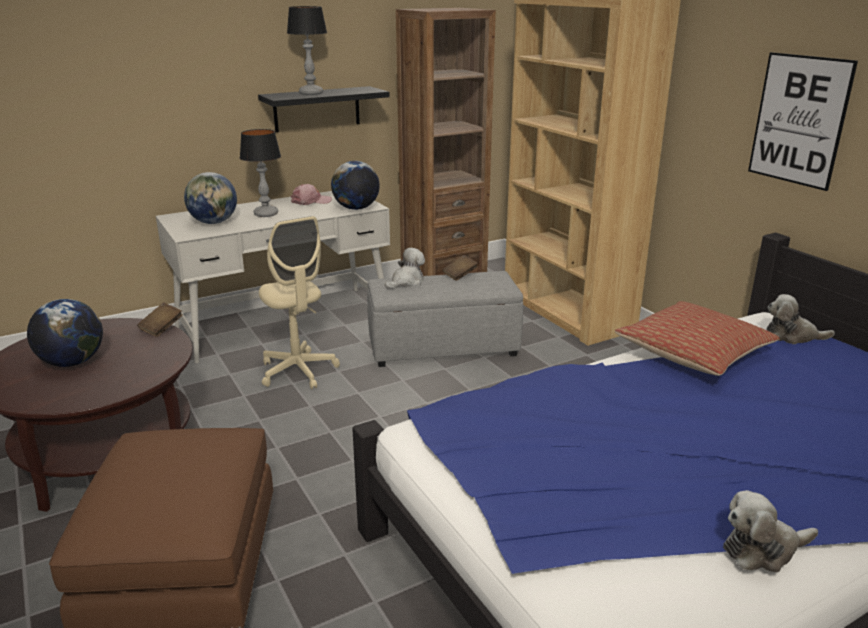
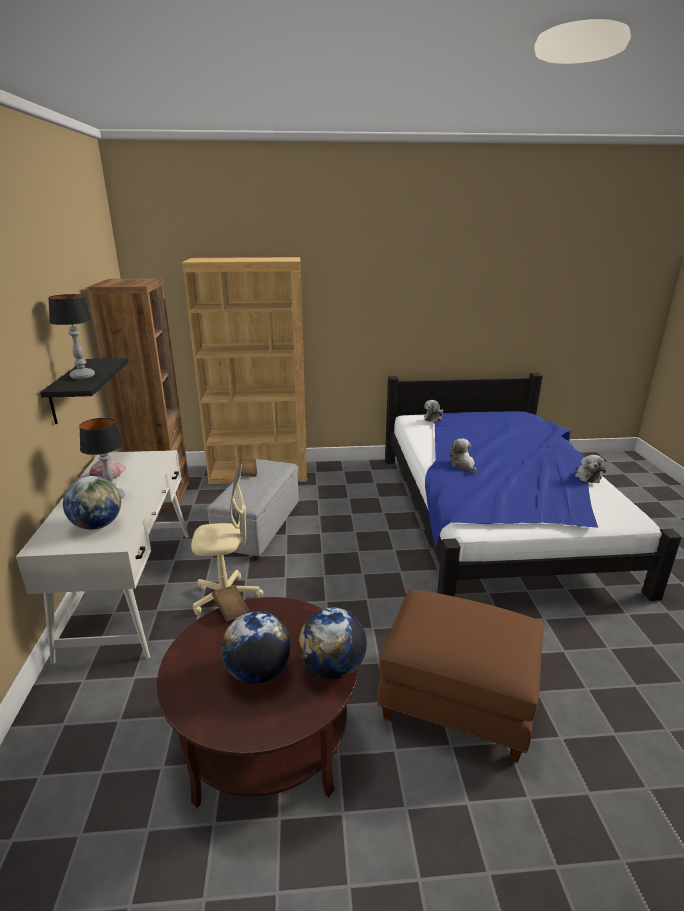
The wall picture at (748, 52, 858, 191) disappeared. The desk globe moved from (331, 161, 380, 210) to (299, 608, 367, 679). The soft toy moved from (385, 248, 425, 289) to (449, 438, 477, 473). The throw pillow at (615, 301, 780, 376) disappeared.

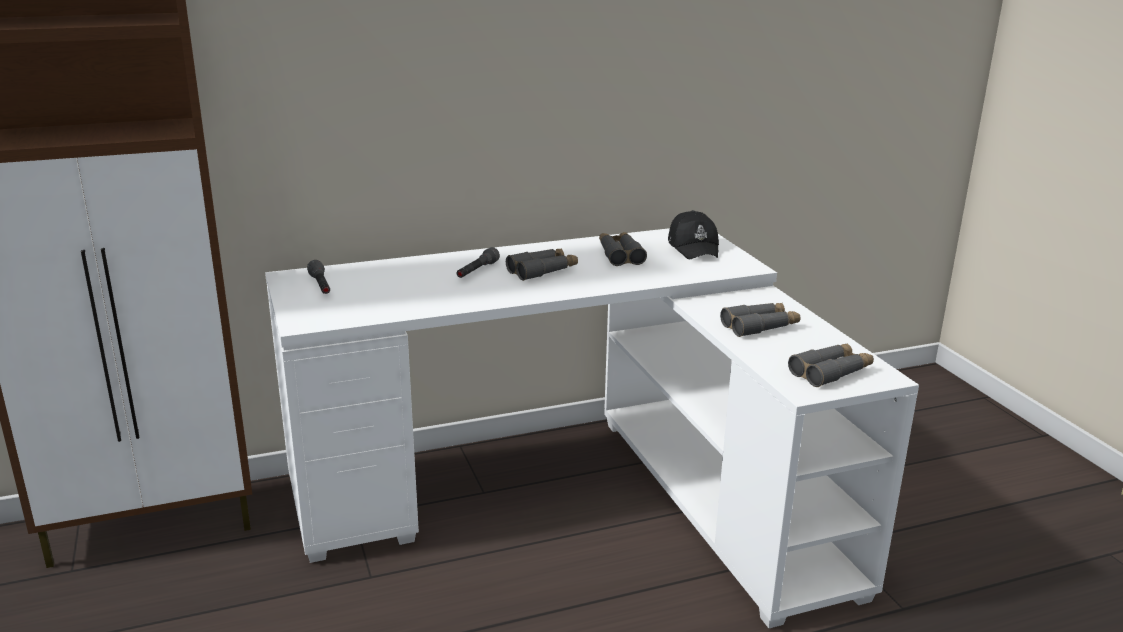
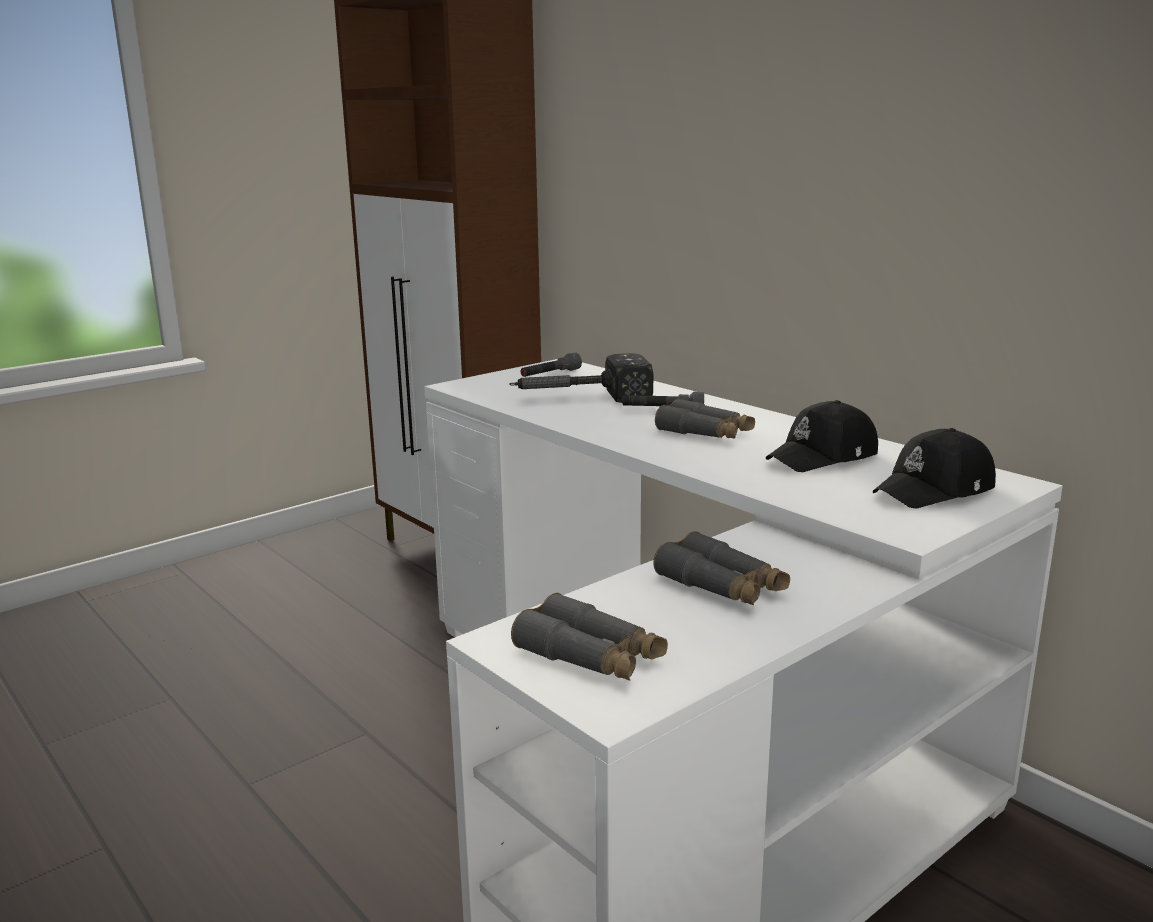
The gray field glasses at (599, 232, 647, 266) was replaced by the black-coloured peaked cap at (766, 400, 878, 472). The hand hammer at (509, 353, 653, 403) appeared.

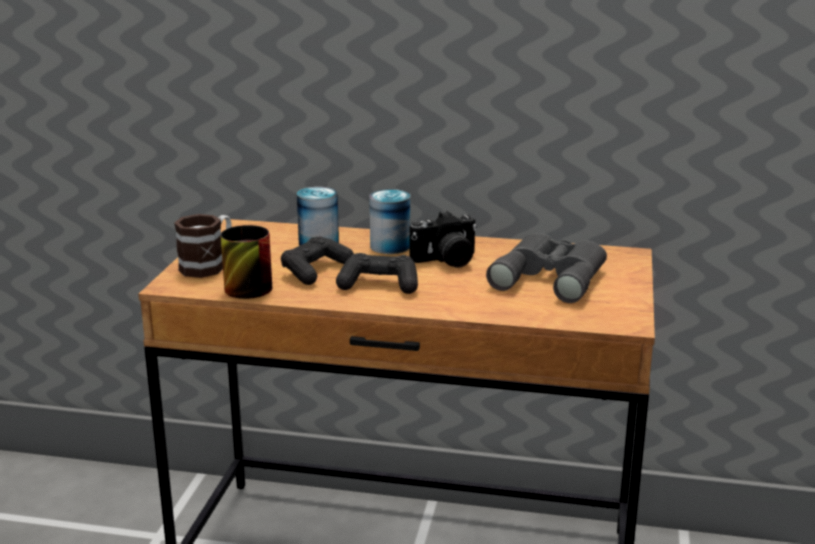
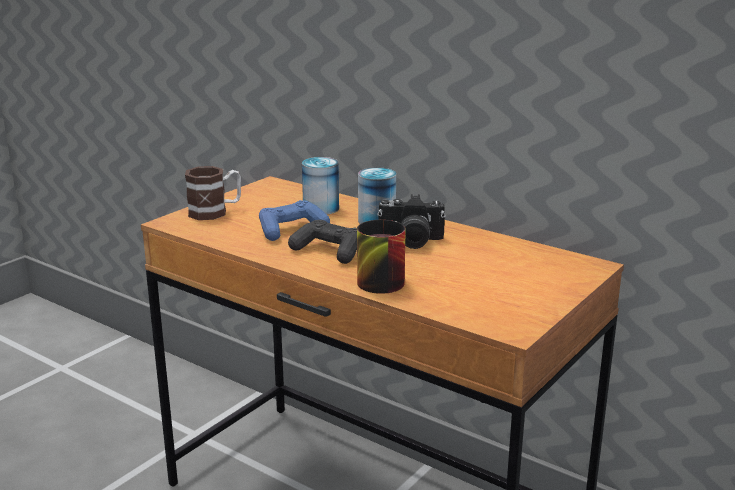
The tea mug moved from (220, 225, 272, 299) to (357, 220, 406, 294). The gray field glasses at (486, 233, 607, 303) disappeared. The black-coloured gamepad at (281, 236, 354, 285) became the bluish gamepad at (259, 200, 330, 241).

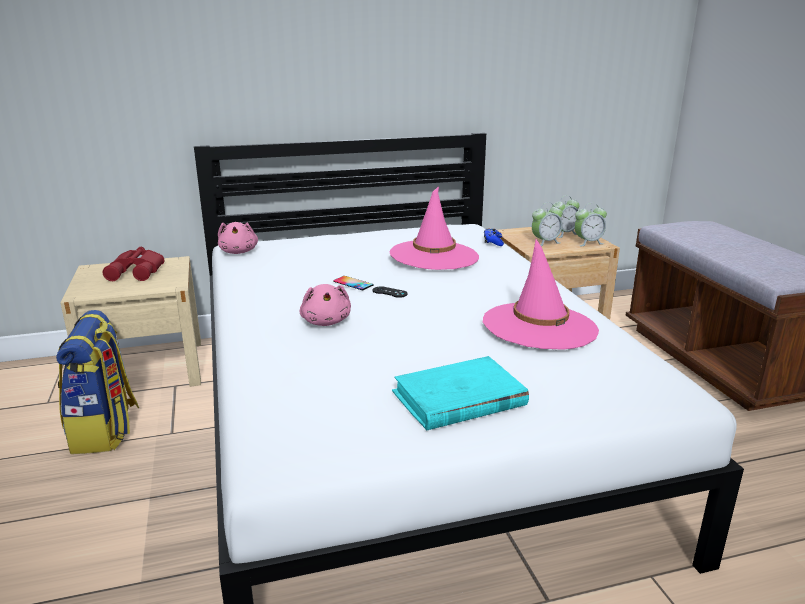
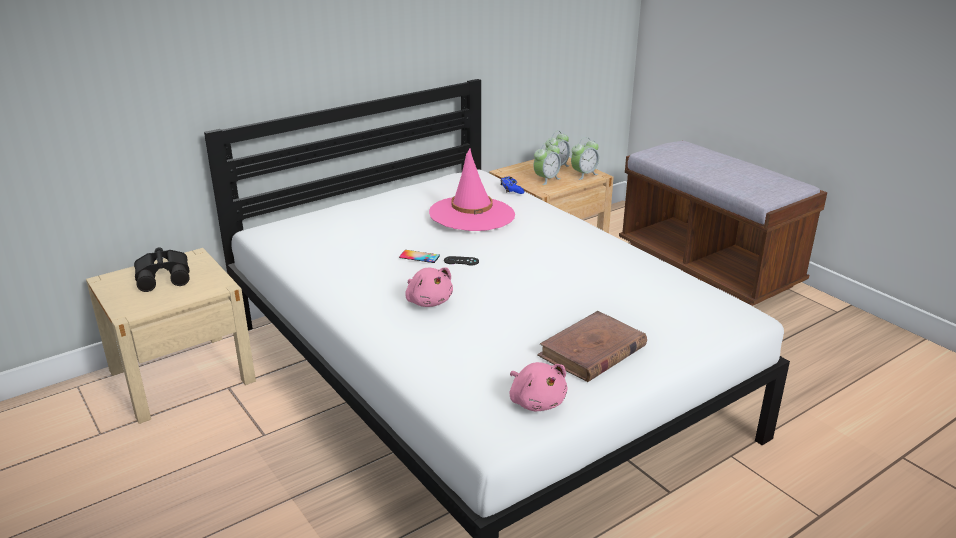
The pinkish soft toy moved from (218, 222, 258, 254) to (510, 362, 567, 411). The pinkish clothing hat at (483, 239, 599, 350) disappeared. The red field glasses at (103, 247, 164, 281) became the black-coloured field glasses at (134, 247, 190, 292). The knapsack at (56, 310, 139, 454) disappeared. The turquoise volume at (392, 356, 529, 430) became the brownish volume at (537, 311, 647, 382).

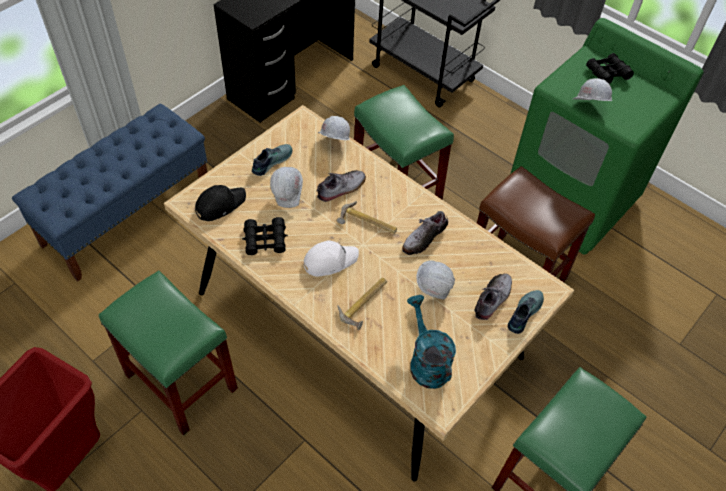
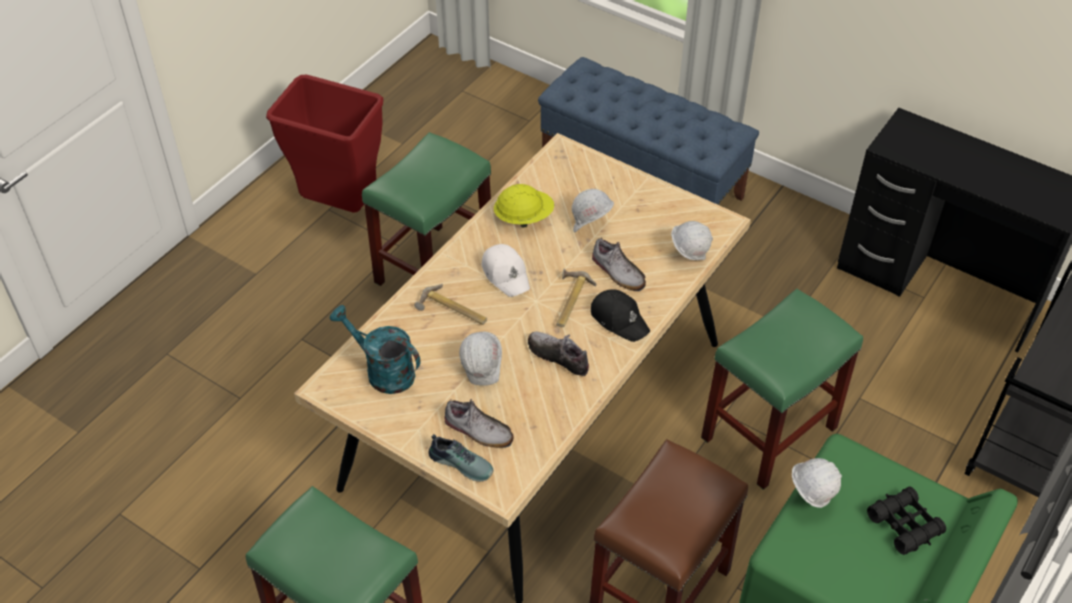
The low shoe at (252, 144, 293, 176) disappeared. The black-coloured peaked cap moved from (195, 185, 246, 221) to (591, 289, 650, 342). The black-coloured field glasses at (242, 217, 288, 255) was replaced by the yellowish safety helmet at (494, 184, 554, 228). The turquoise watering can at (407, 295, 456, 389) turned 120 degrees counterclockwise.

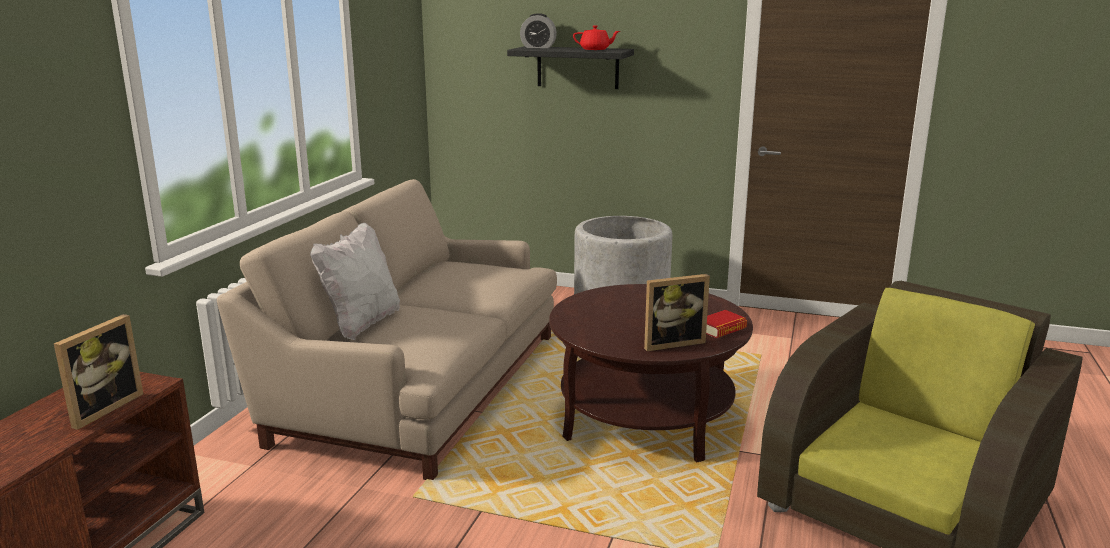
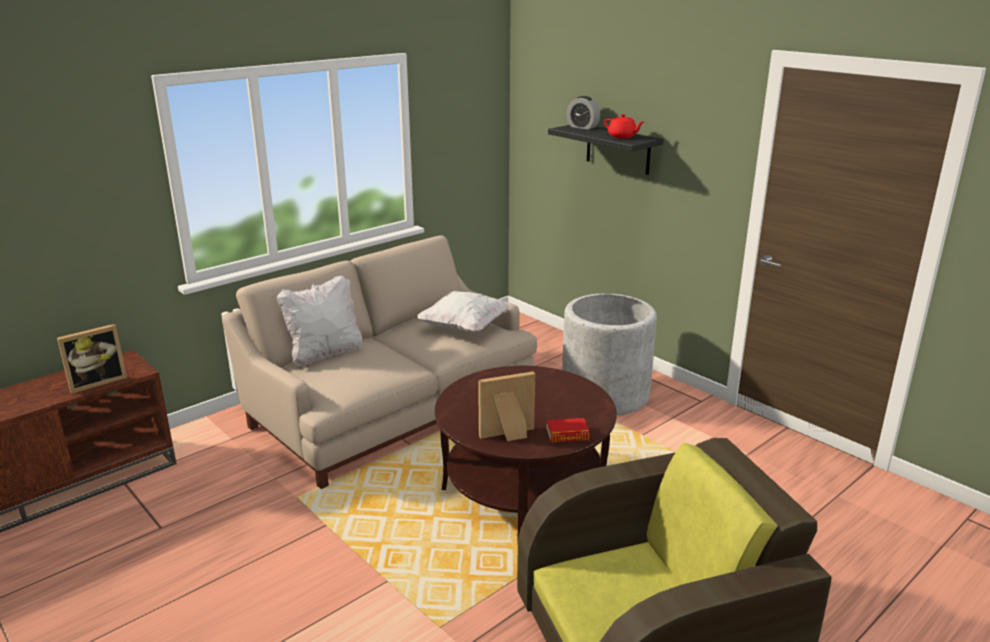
The picture frame at (644, 274, 710, 351) turned 150 degrees clockwise. The white-coloured throw pillow at (418, 291, 510, 333) appeared.

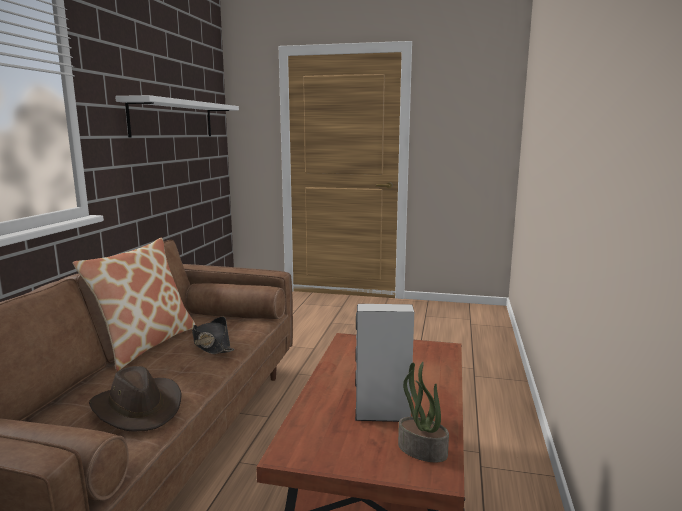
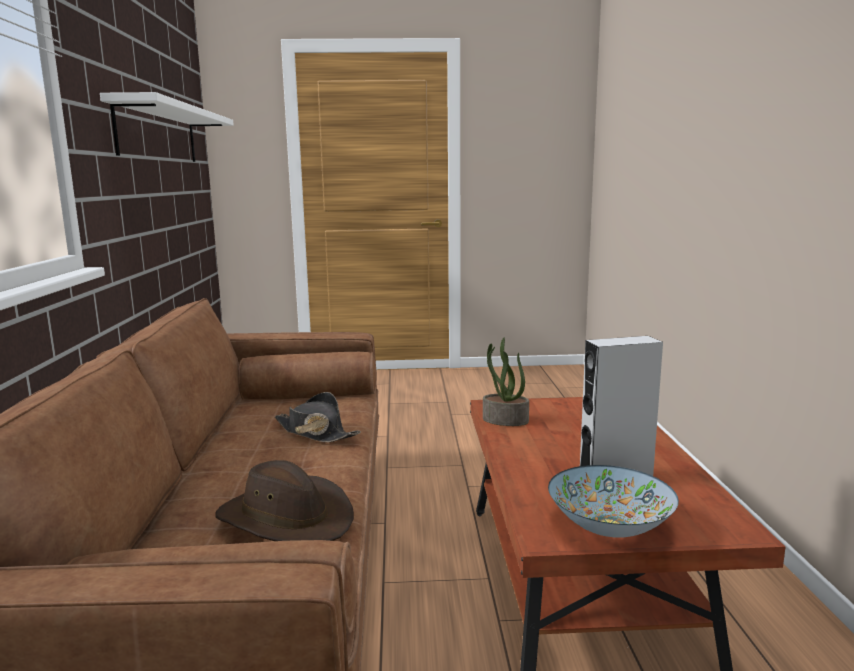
The throw pillow at (73, 237, 196, 371) disappeared. The potted plant moved from (398, 362, 449, 462) to (483, 338, 529, 426). The bowl at (548, 465, 679, 537) appeared.

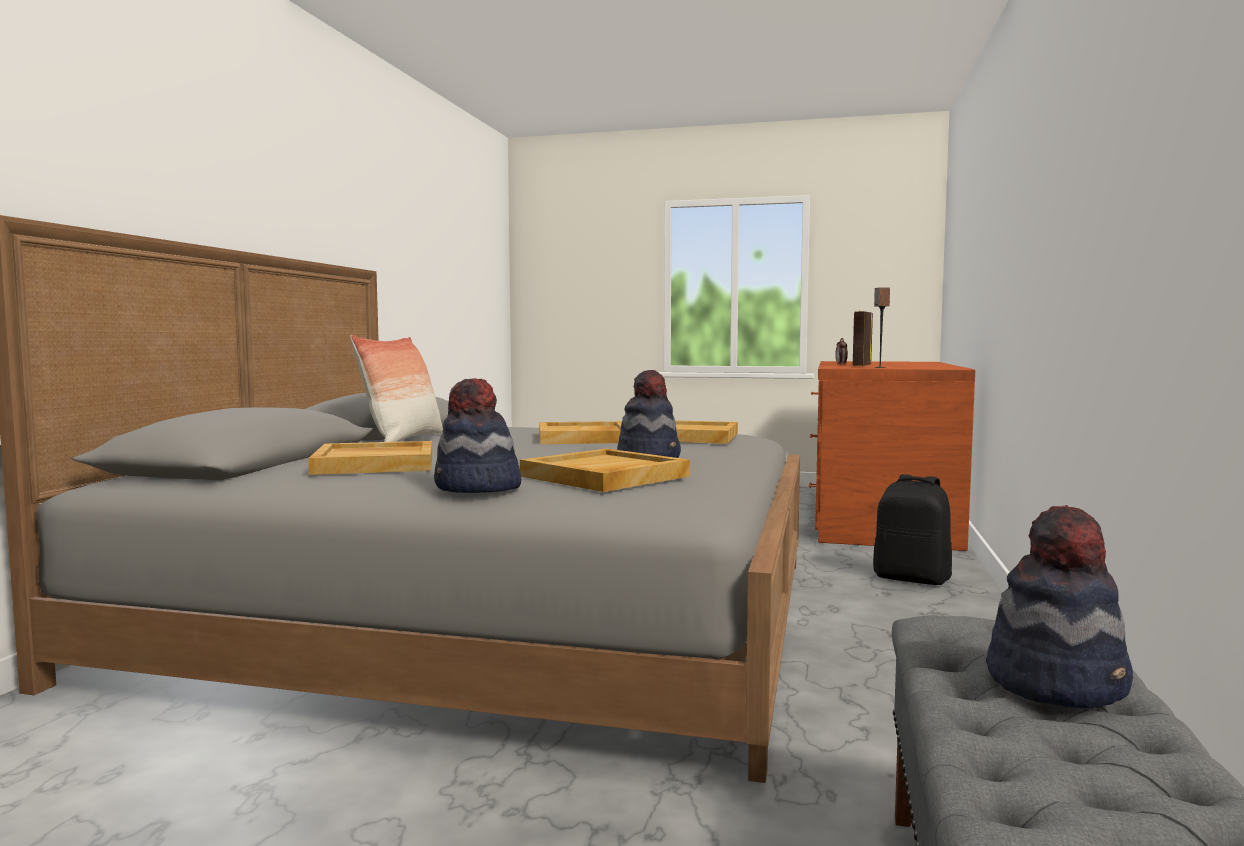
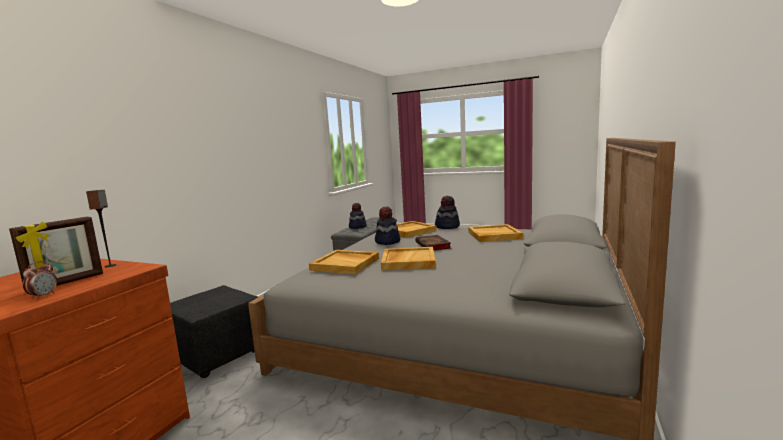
The throw pillow at (350, 335, 443, 442) disappeared. The black-coloured knapsack at (873, 474, 952, 585) was replaced by the black-coloured footrest at (170, 285, 258, 378). The volume at (415, 235, 451, 250) appeared.

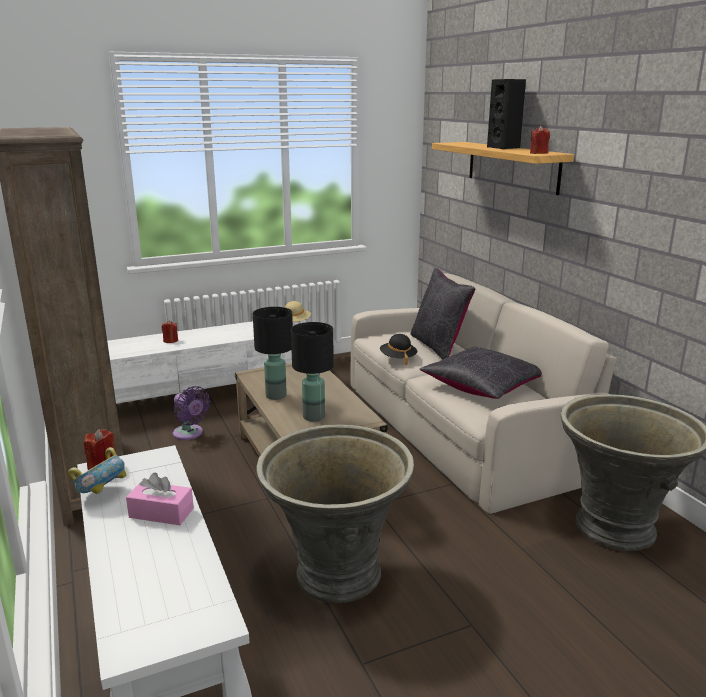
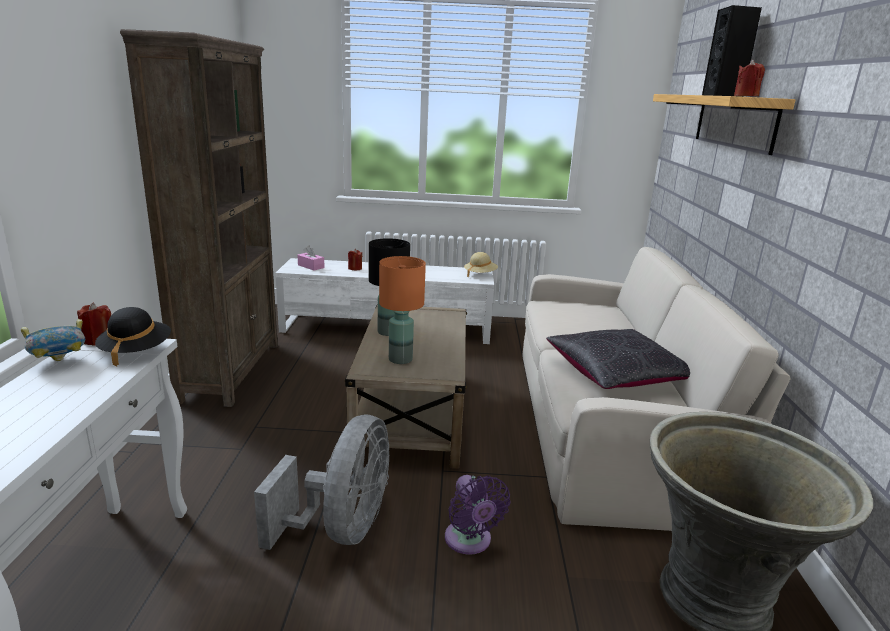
The black-coloured throw pillow at (410, 268, 476, 360) disappeared. The black-coloured table lamp at (291, 322, 334, 421) became the orangey table lamp at (379, 256, 426, 364). The black-coloured clothing hat moved from (380, 334, 417, 365) to (95, 307, 171, 367). The purple-coloured electric fan moved from (173, 386, 210, 440) to (445, 475, 511, 555). The gray plant pot at (256, 424, 414, 603) was replaced by the gray electric fan at (254, 415, 389, 550). The pinkish box of tissues moved from (126, 472, 194, 525) to (297, 246, 325, 270).

